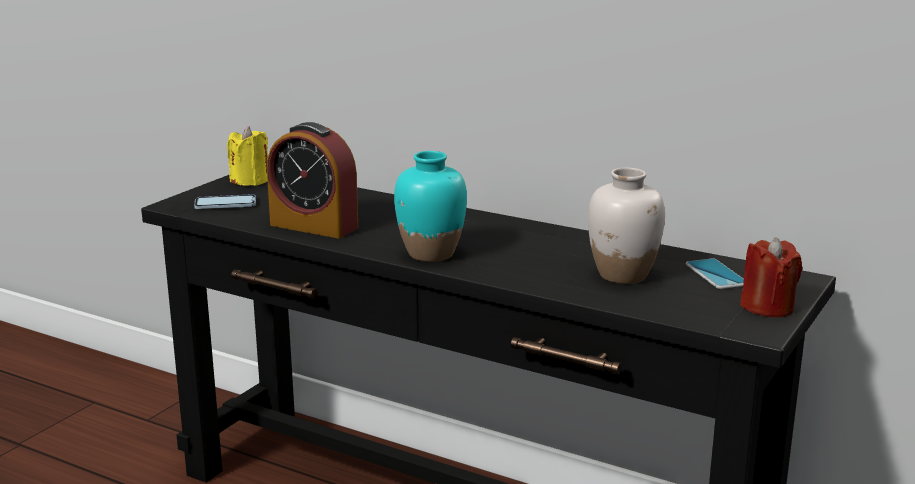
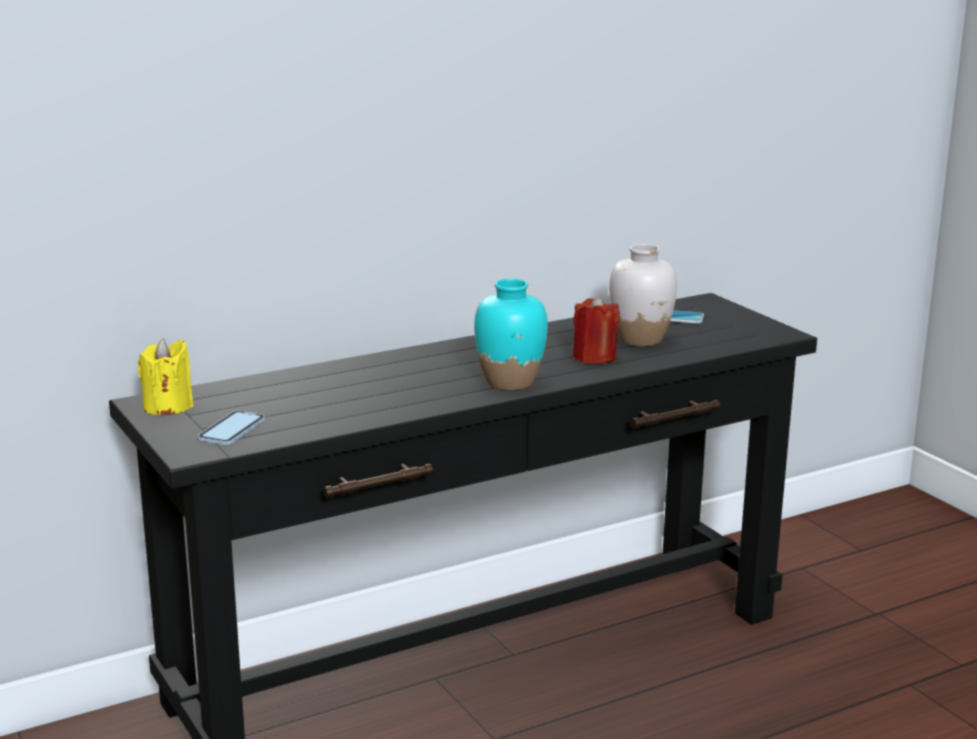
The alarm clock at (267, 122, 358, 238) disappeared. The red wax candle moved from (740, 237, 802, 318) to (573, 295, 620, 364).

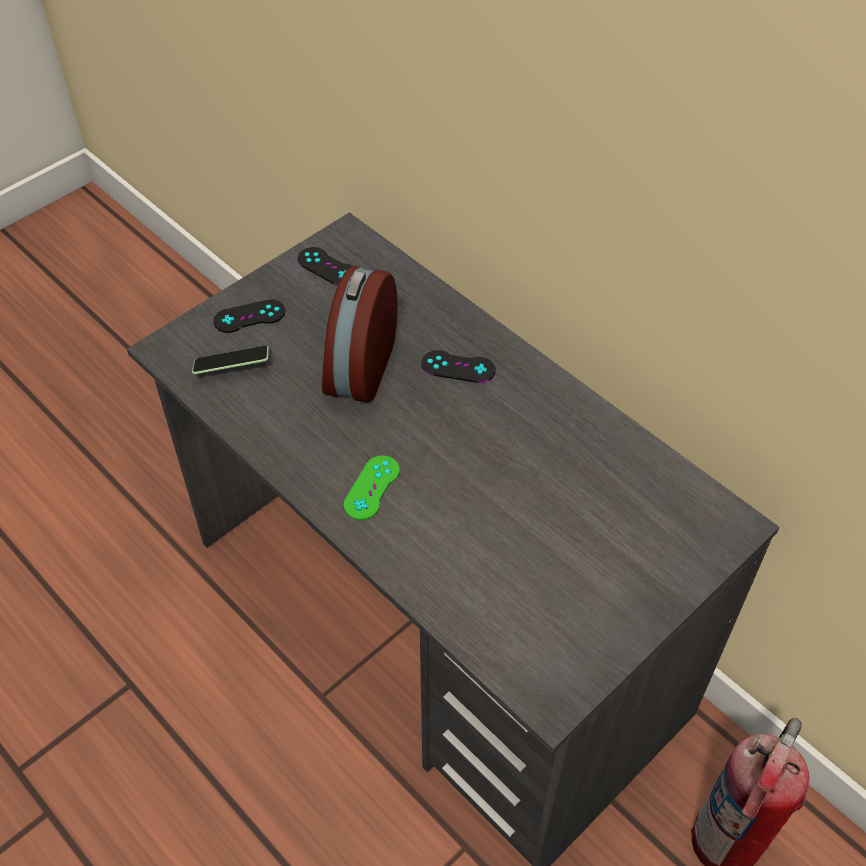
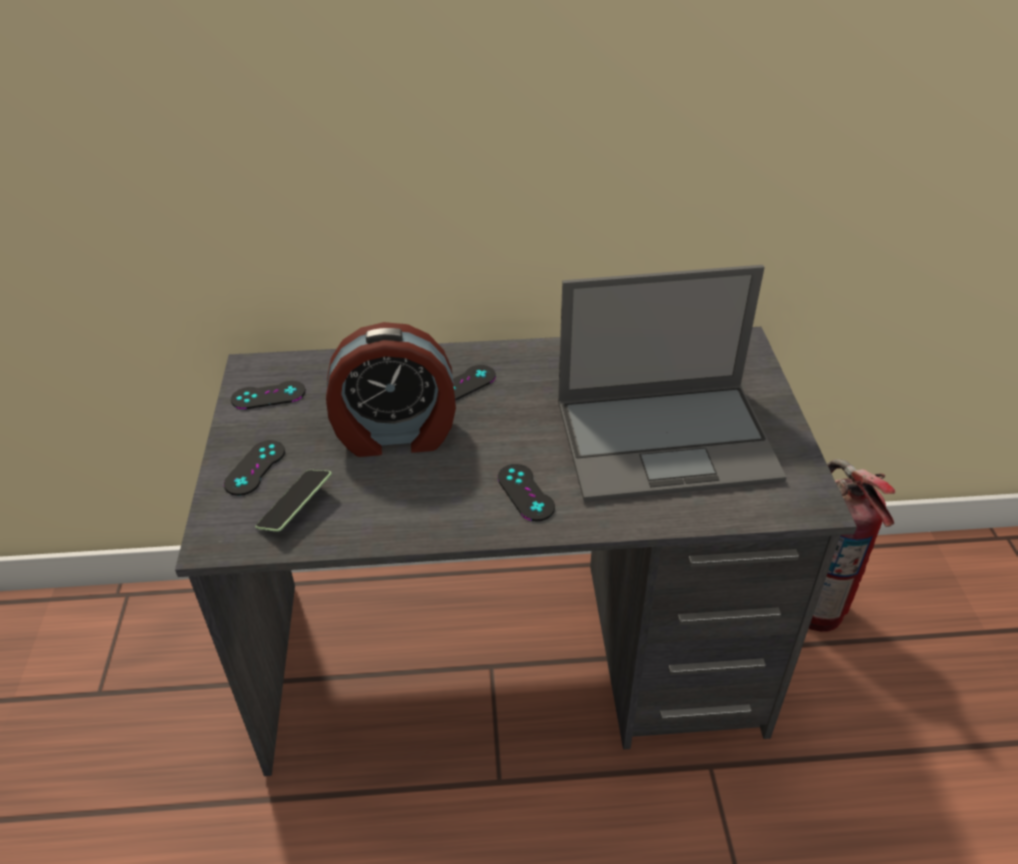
The alarm clock at (322, 266, 398, 403) turned 60 degrees counterclockwise. The greenish gamepad at (343, 455, 400, 520) became the black-coloured gamepad at (498, 464, 555, 521). The laptop at (558, 265, 786, 502) appeared.

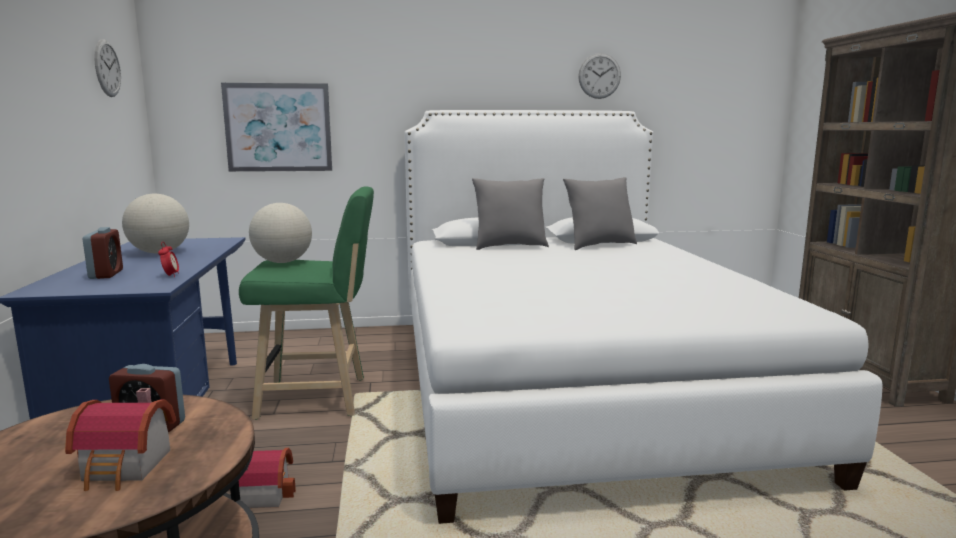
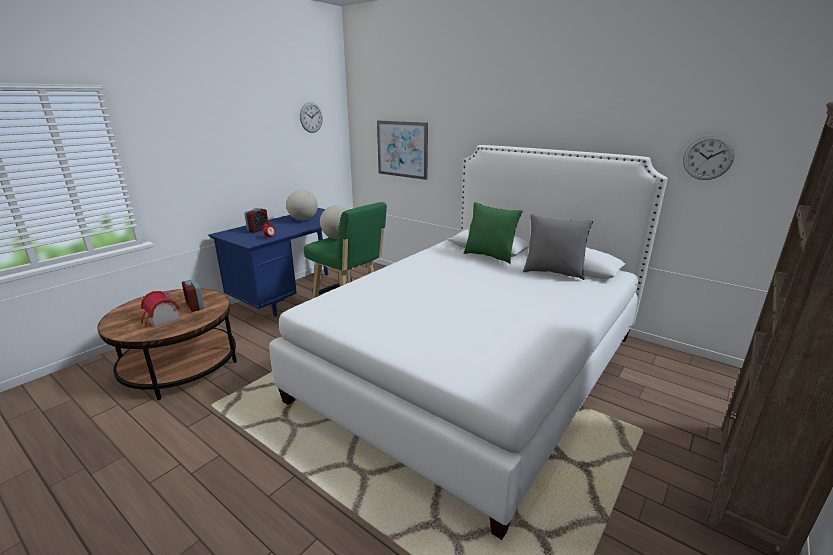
The wall clock moved from (578, 53, 621, 99) to (683, 136, 735, 180). The gray throw pillow at (472, 178, 549, 250) became the greenish throw pillow at (464, 202, 523, 264). The model house at (229, 448, 296, 508) disappeared.

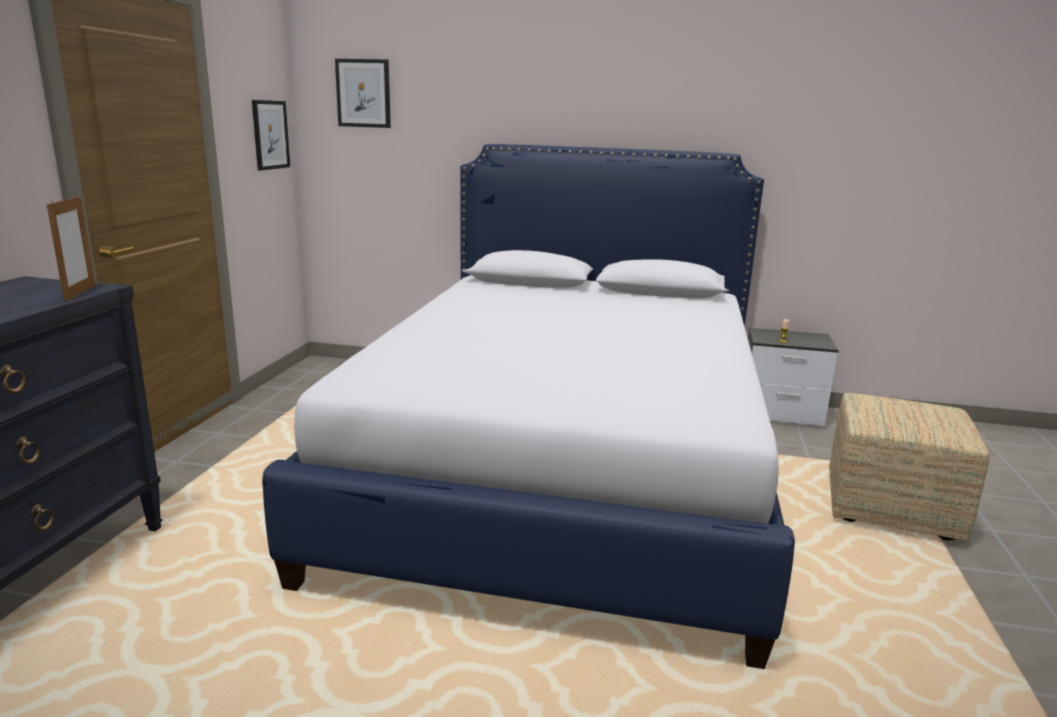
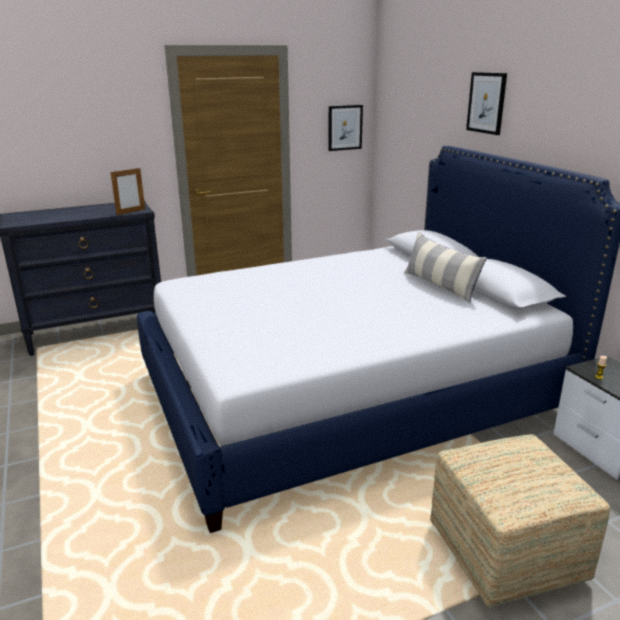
The wall picture moved from (335, 59, 391, 128) to (466, 72, 507, 135). The throw pillow at (404, 232, 487, 303) appeared.

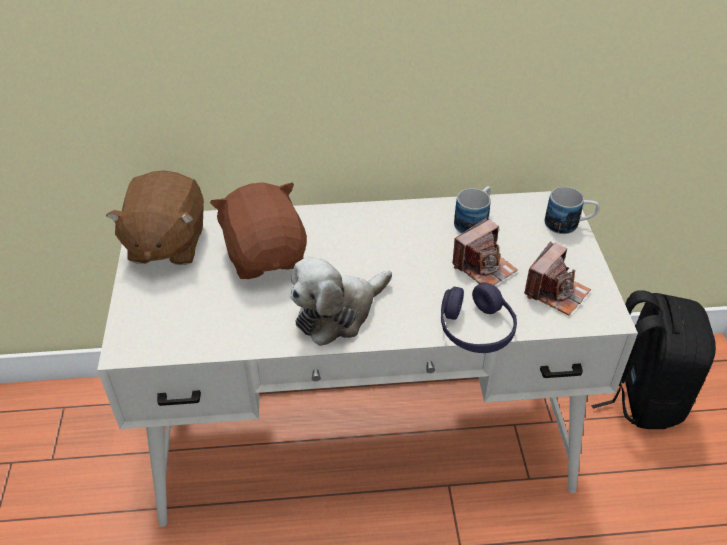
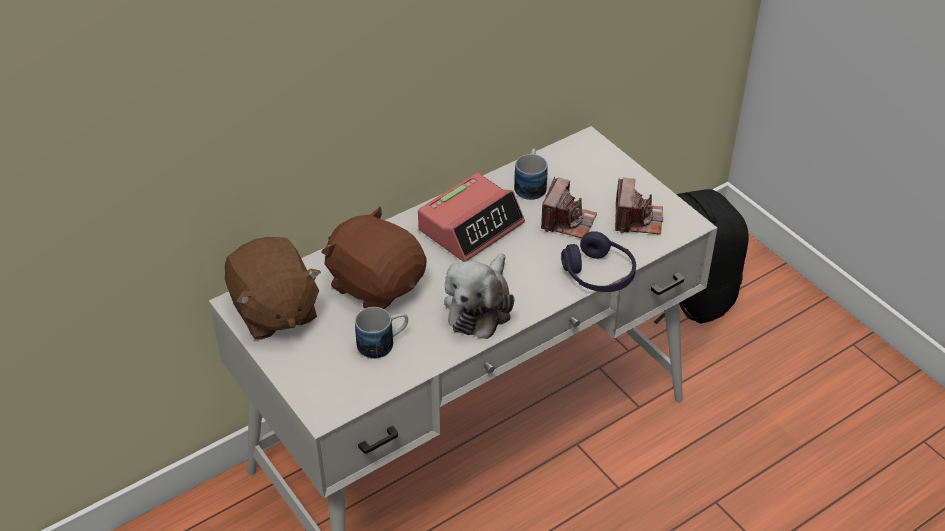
The tea mug moved from (545, 187, 600, 234) to (355, 307, 408, 359). The alarm clock at (418, 173, 525, 262) appeared.

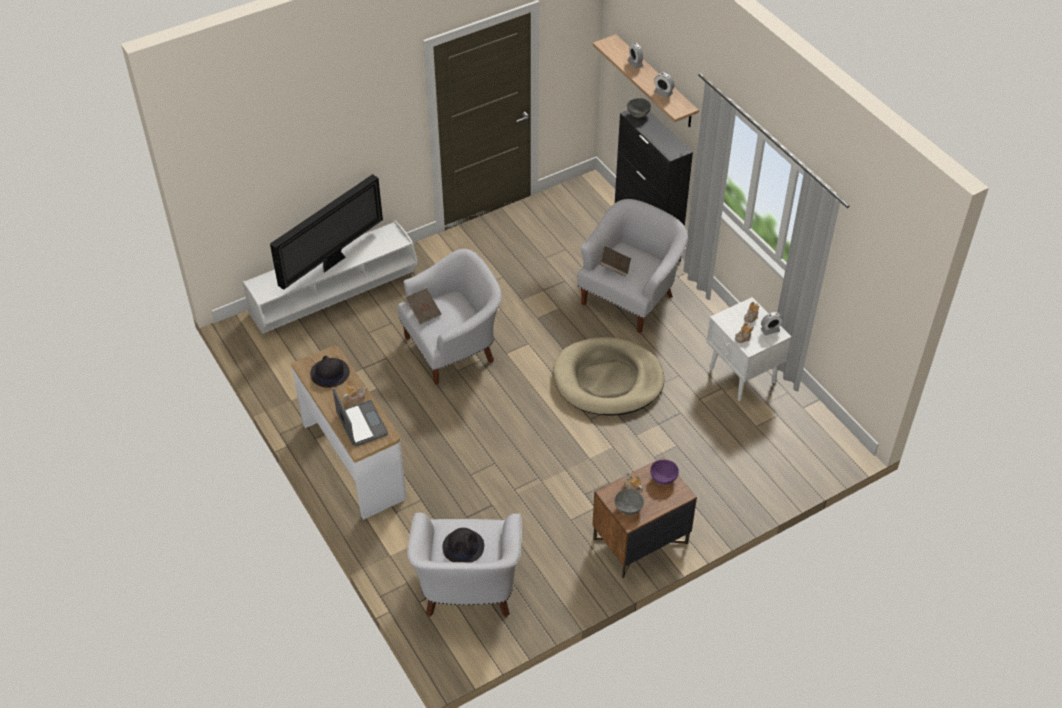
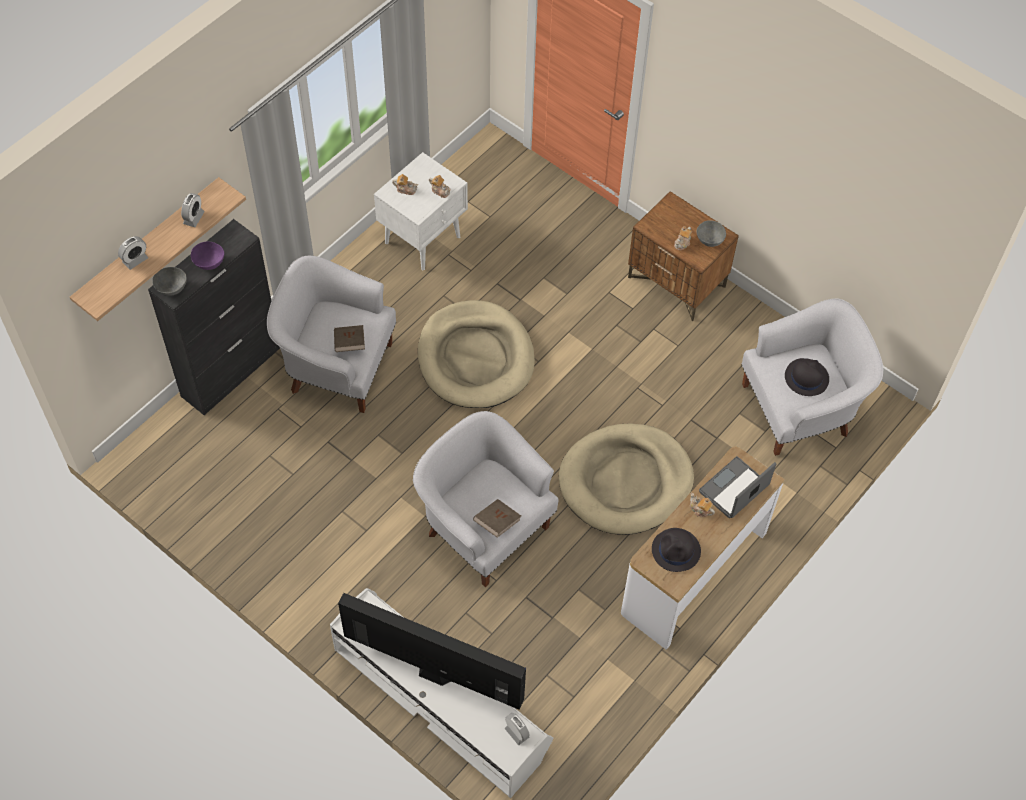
The alarm clock moved from (761, 312, 783, 336) to (505, 713, 529, 745). The purple-coloured bowl moved from (650, 460, 679, 485) to (191, 242, 224, 270). The sand-coloured pet bed at (559, 423, 694, 535) appeared.

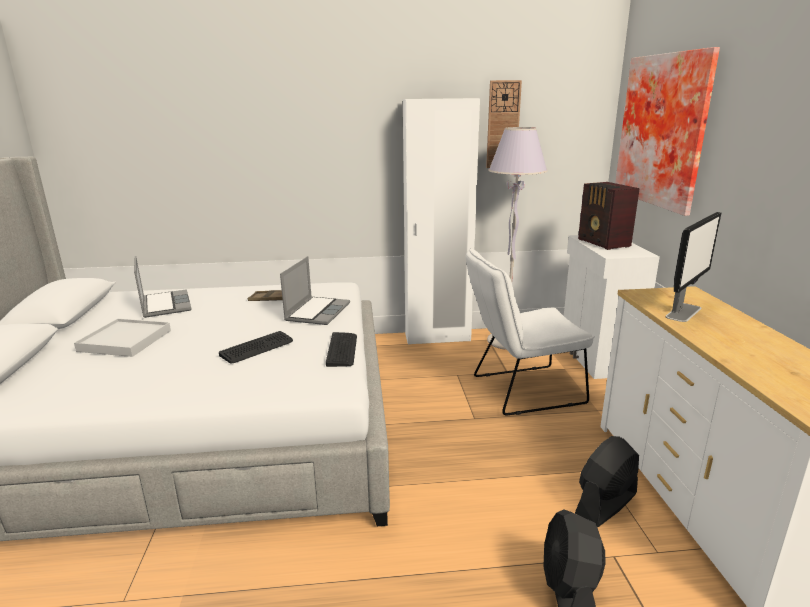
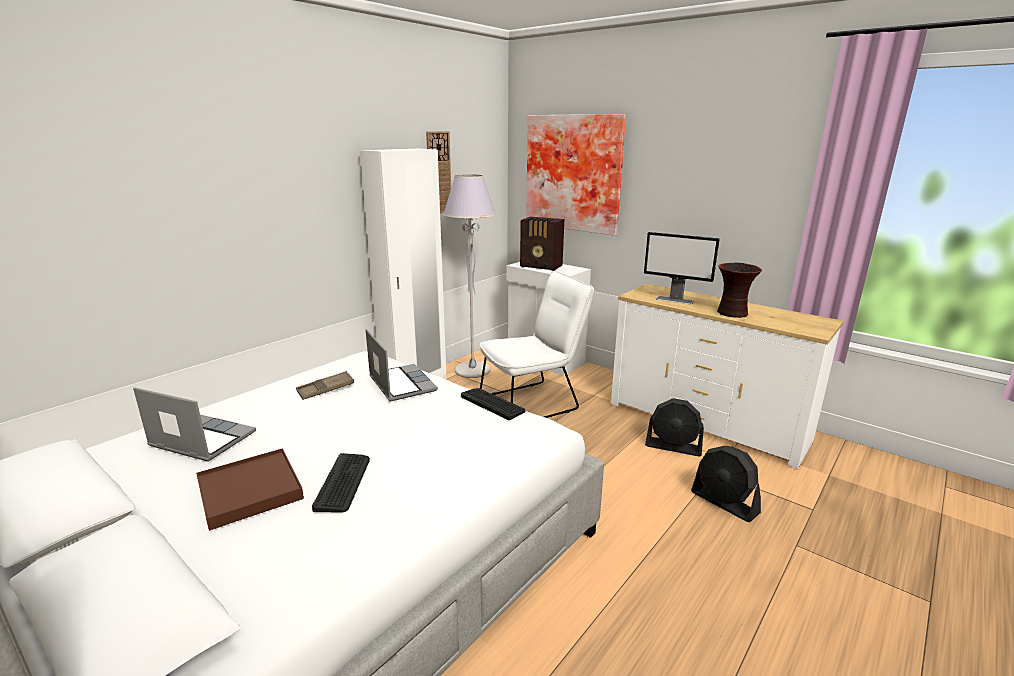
The computer display at (666, 212, 721, 322) turned 120 degrees clockwise. The white-coloured plain chair at (466, 248, 594, 415) turned 150 degrees counterclockwise. The white-coloured carrying tray at (74, 319, 171, 357) became the brownish carrying tray at (196, 448, 304, 531). The computer keyboard moved from (219, 331, 293, 363) to (312, 453, 370, 512). The black-coloured electric fan at (575, 436, 639, 527) turned 75 degrees counterclockwise. The flower vase at (717, 262, 762, 318) appeared.

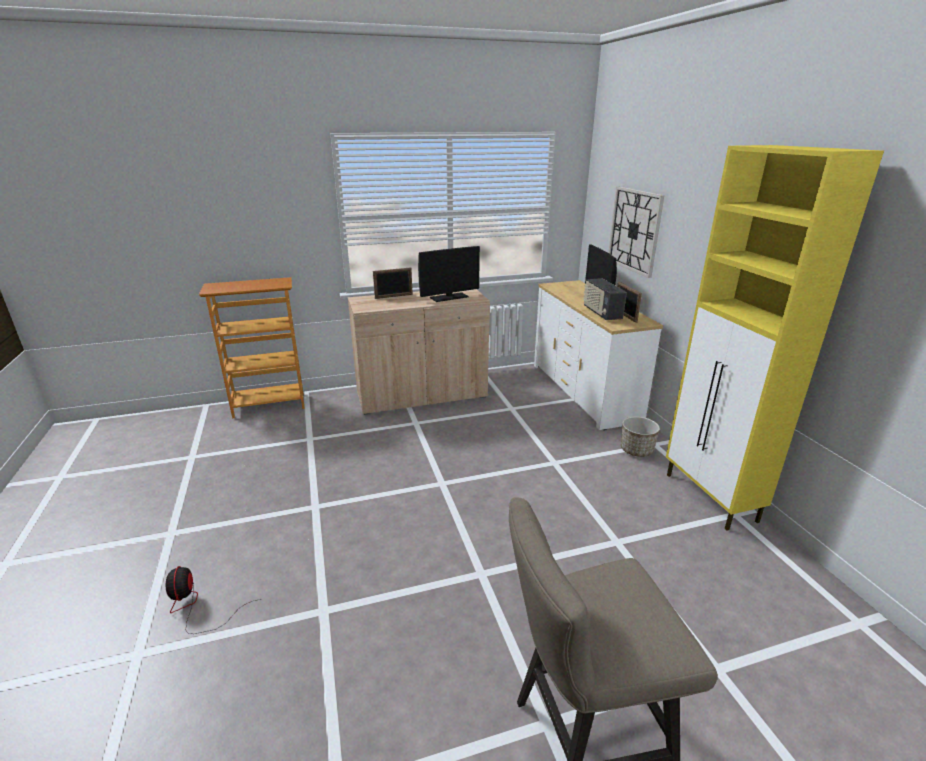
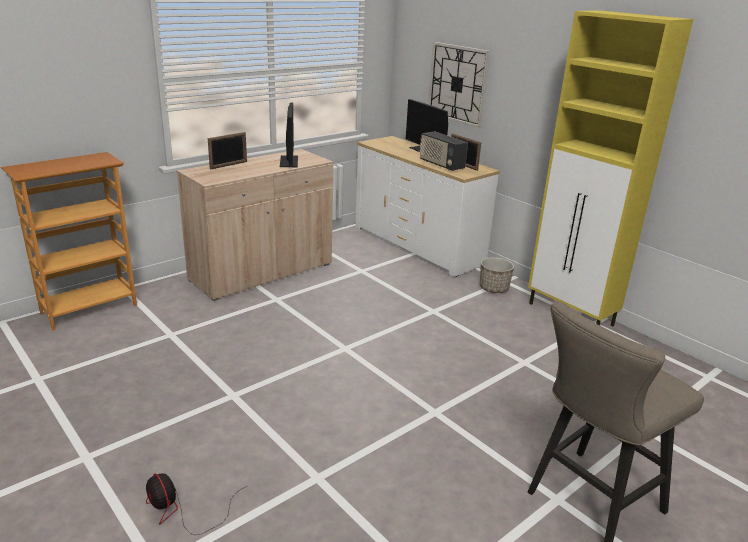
The computer display at (418, 246, 480, 302) turned 45 degrees counterclockwise.

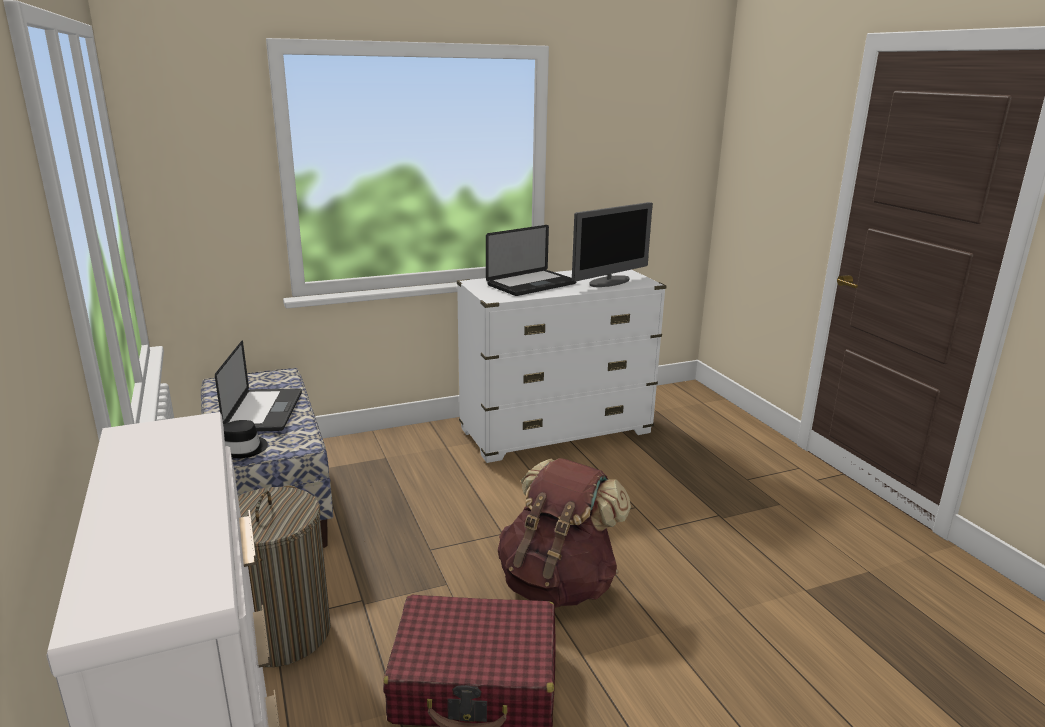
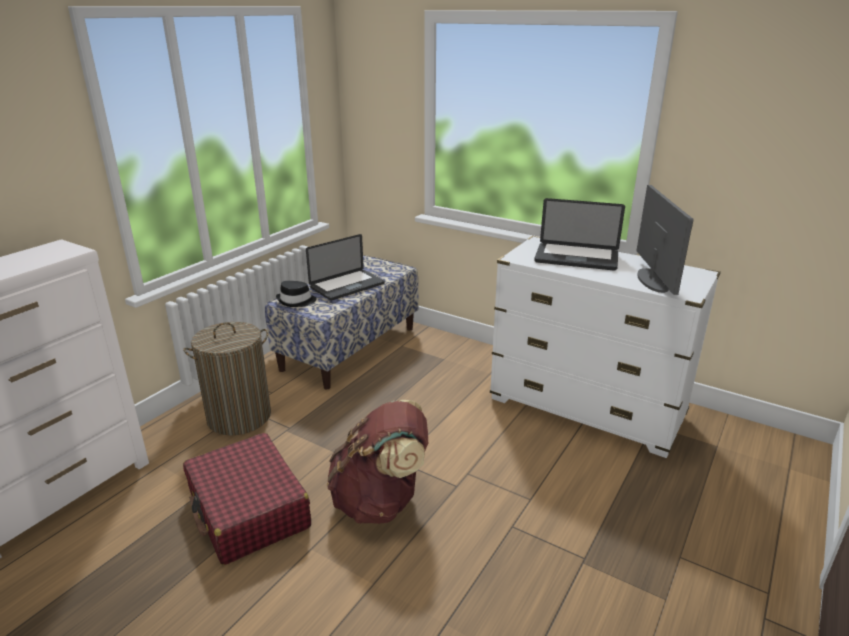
The computer display at (572, 202, 653, 287) turned 105 degrees counterclockwise.

